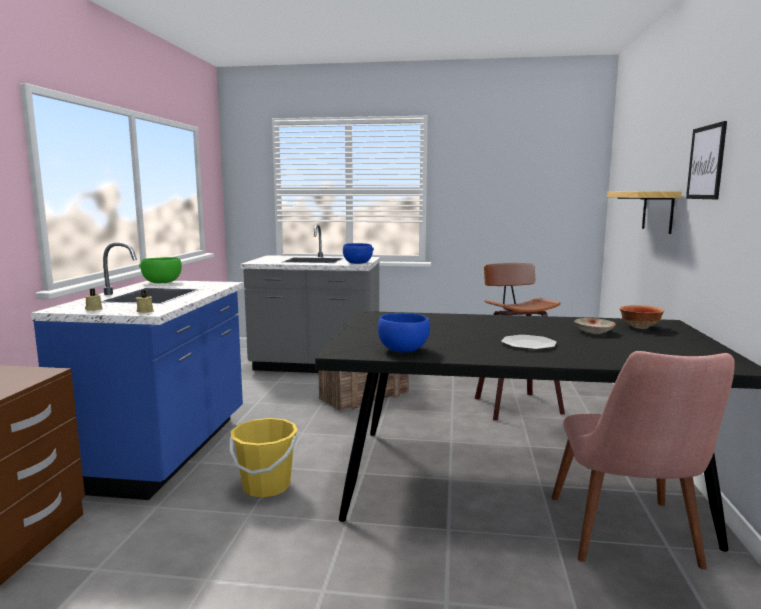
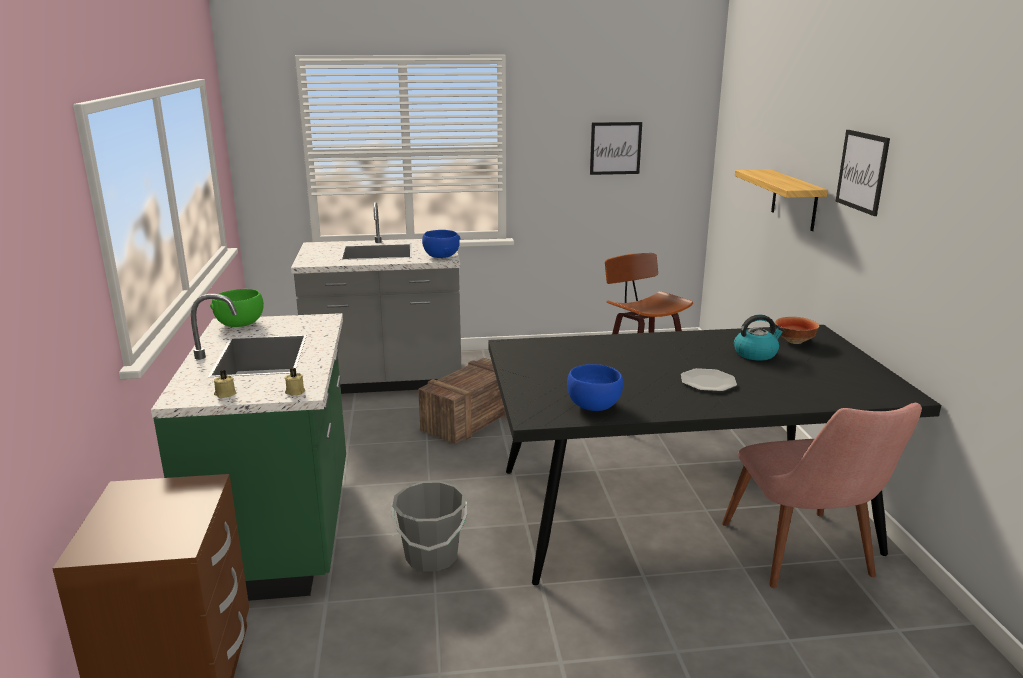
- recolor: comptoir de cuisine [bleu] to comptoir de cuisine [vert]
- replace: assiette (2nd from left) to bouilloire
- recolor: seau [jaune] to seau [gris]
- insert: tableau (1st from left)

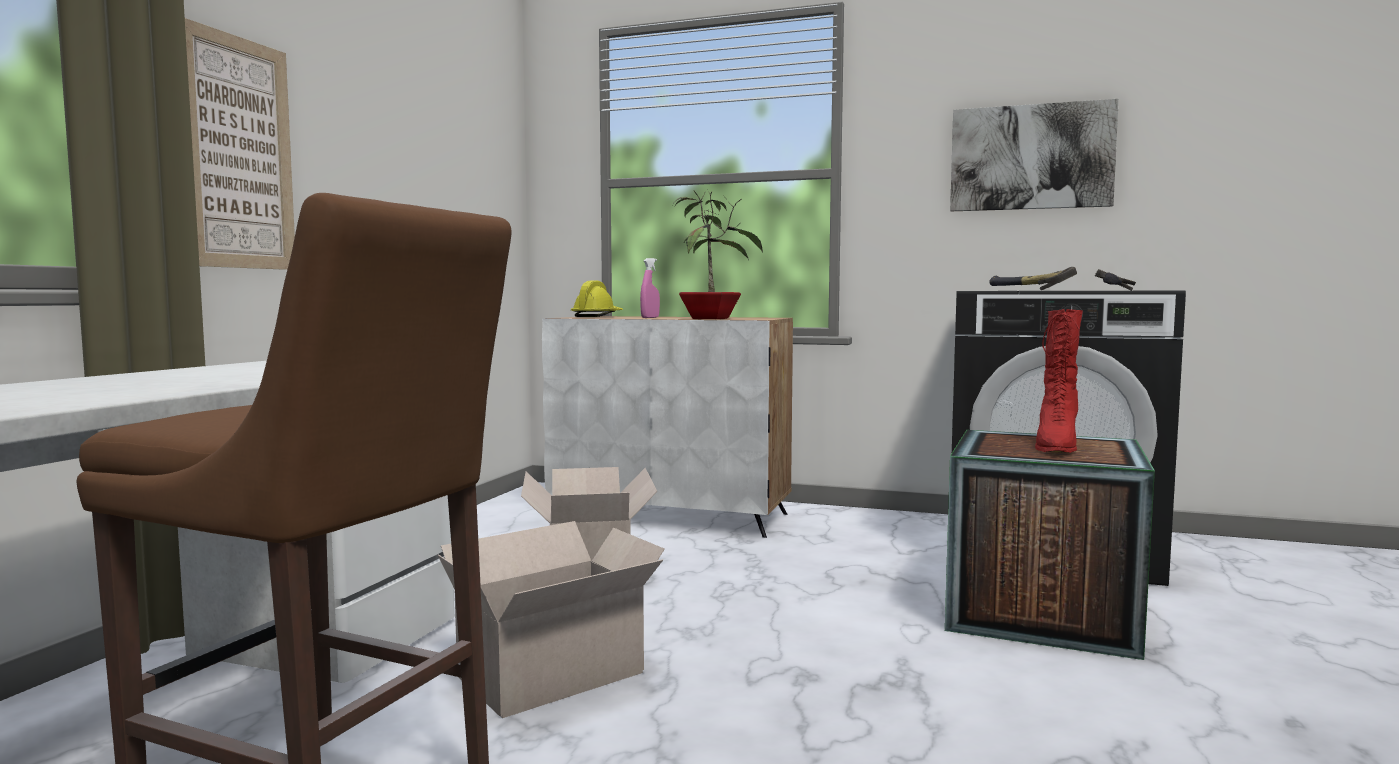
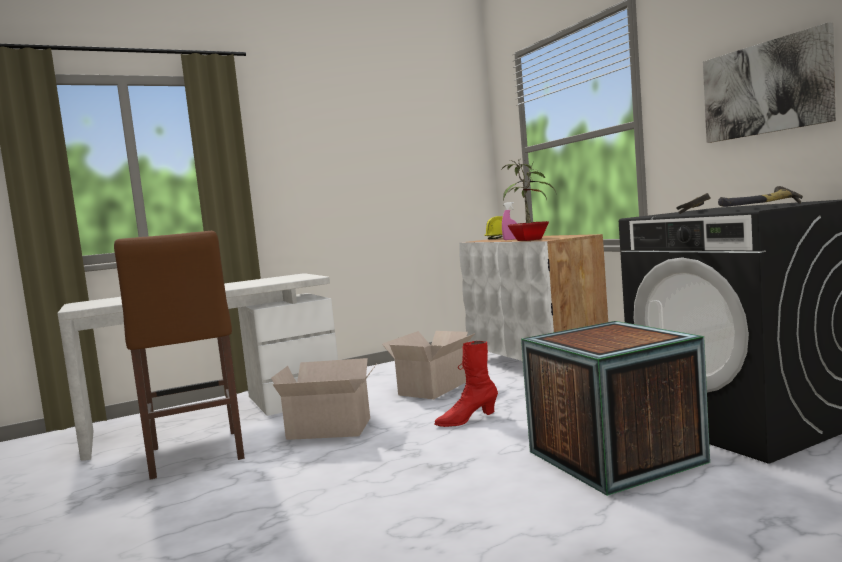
- delete: tableau (1st from left)
- move: botte [rouge]

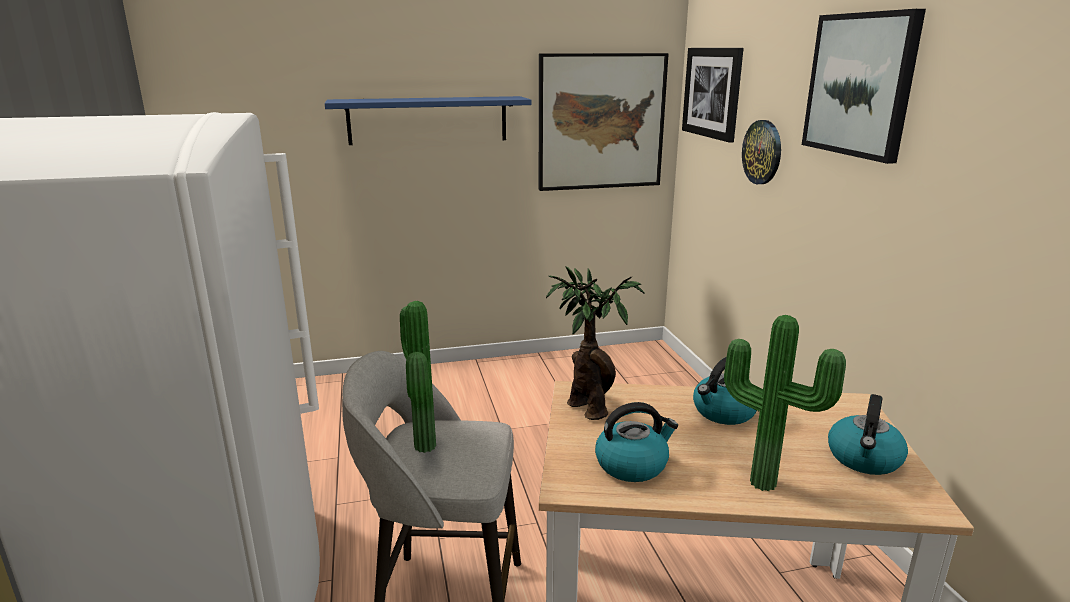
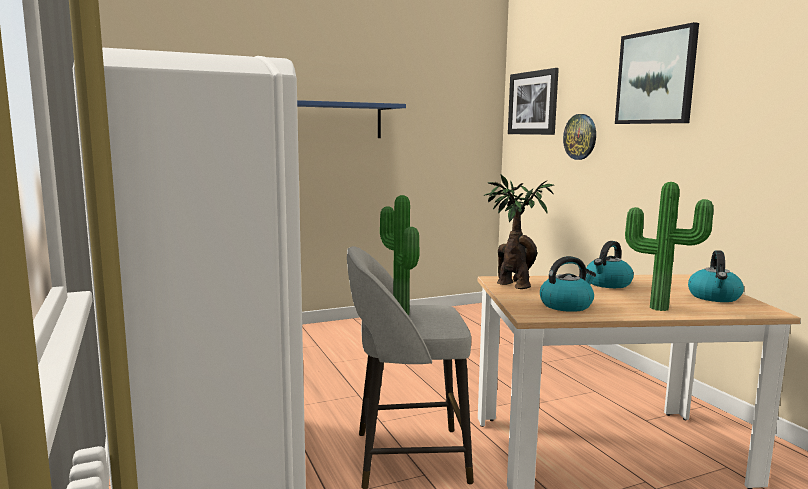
- delete: tableau (1st from left)

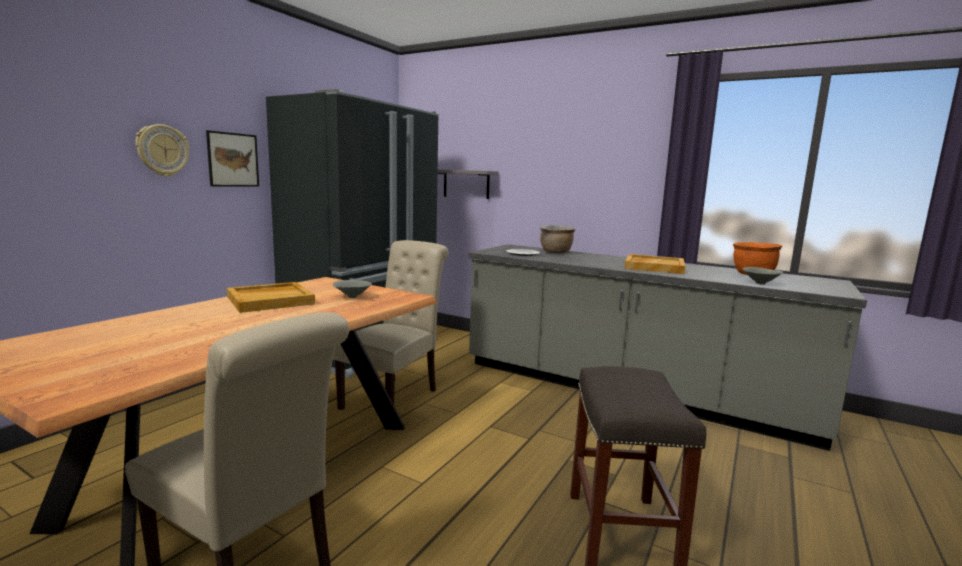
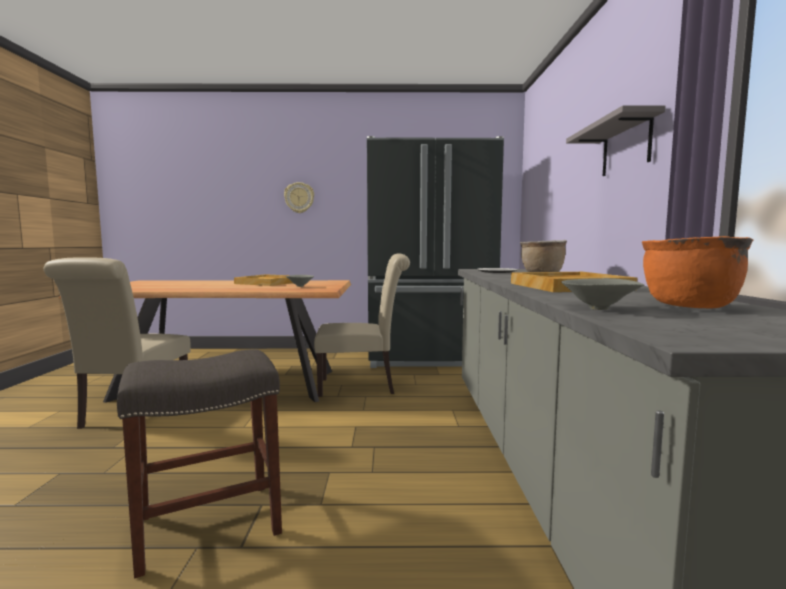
- delete: tableau
- move: étagère [gris]

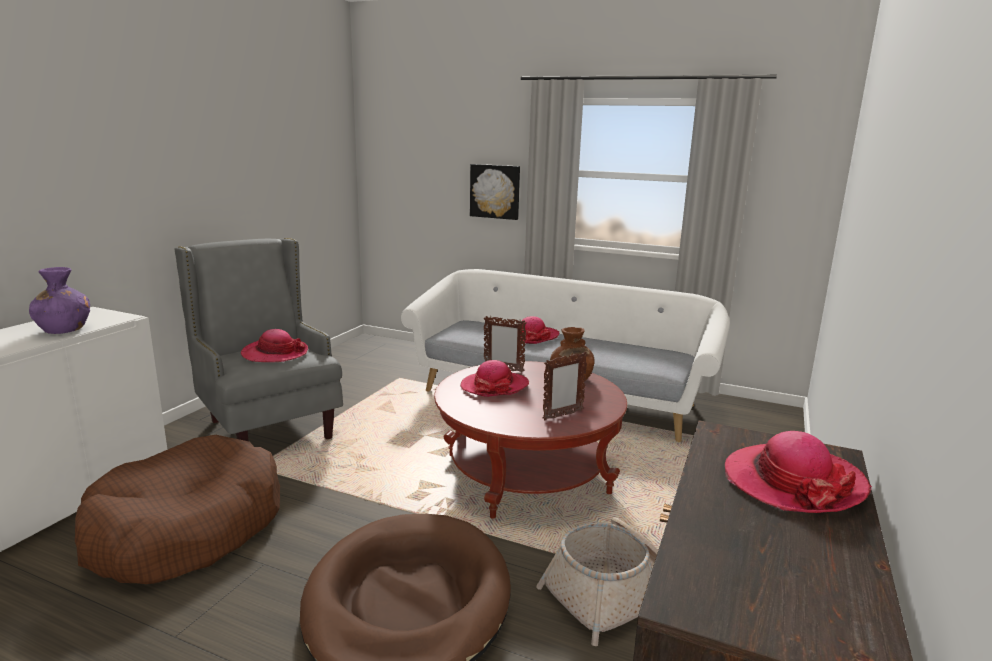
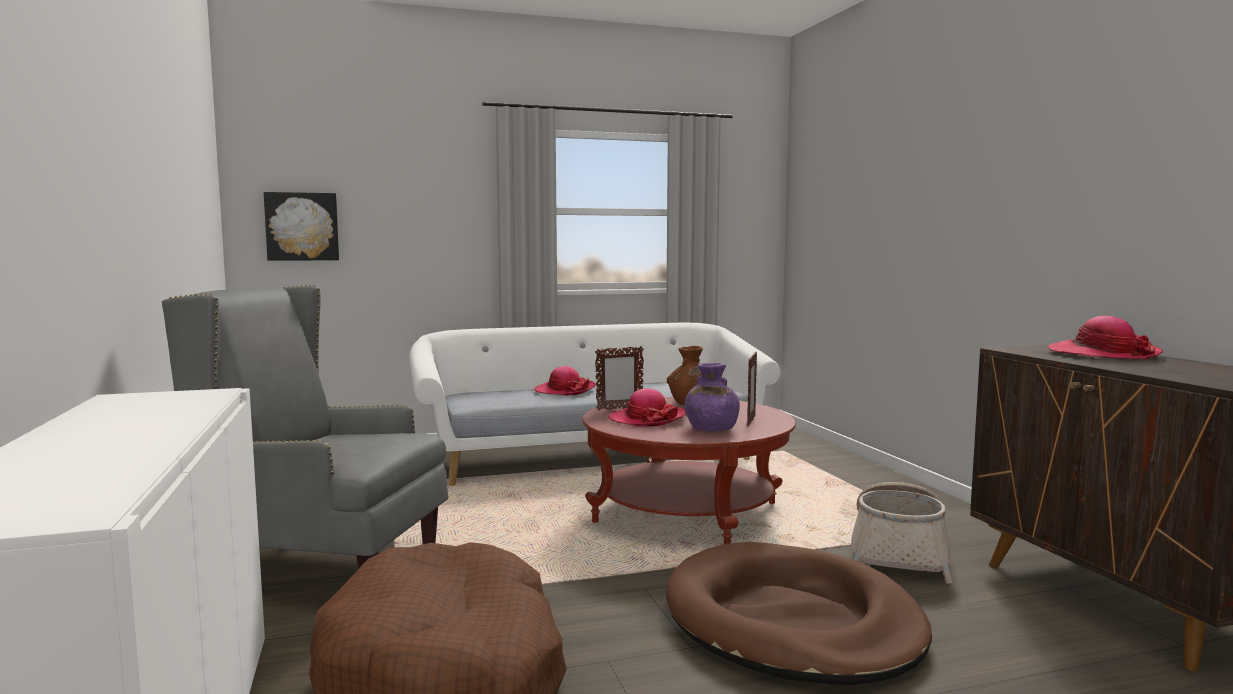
- move: tableau
- move: vase [violet]
- delete: chapeau (1st from left)

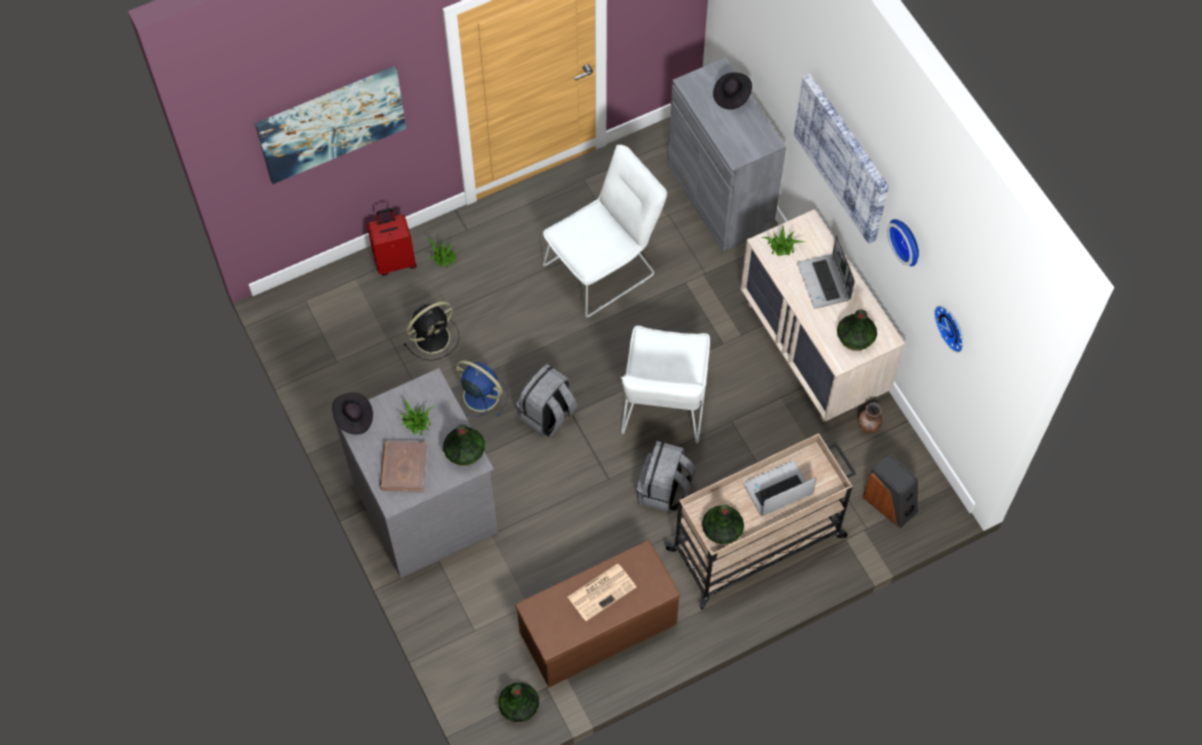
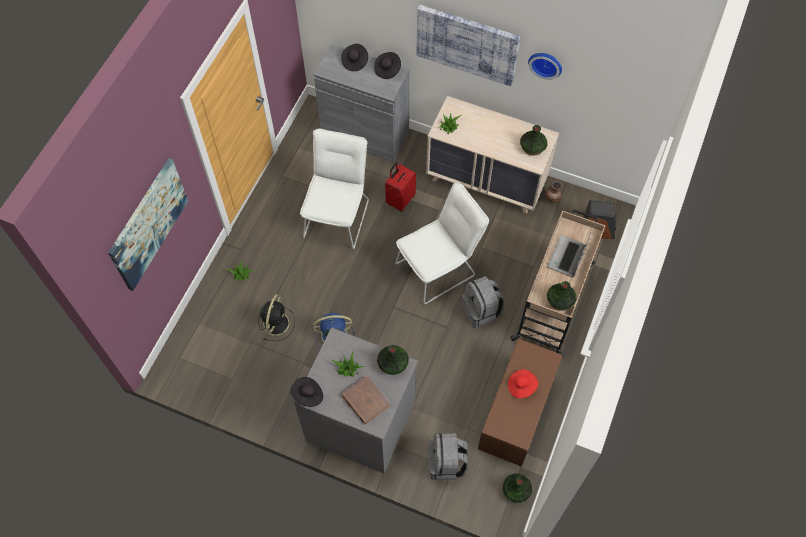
- move: valise [rouge]
- delete: ordinateur portable (2nd from left)
- delete: horloge murale (2nd from left)
- rotate: chaise [blanc] (2nd from left) 90 degrees counterclockwise
- move: sac à dos [gris] (1st from left)
- replace: journal to chapeau [rouge]
- insert: chapeau [noir] (3rd from left)

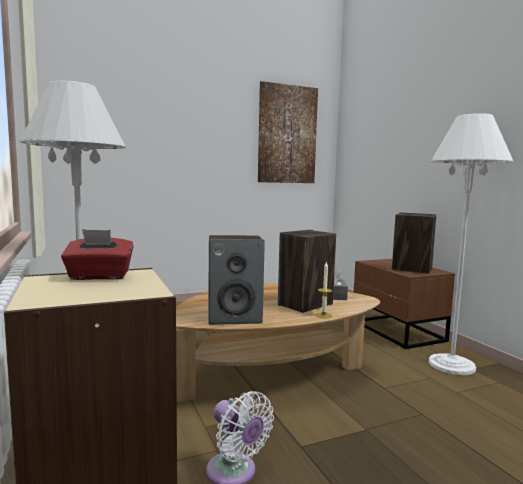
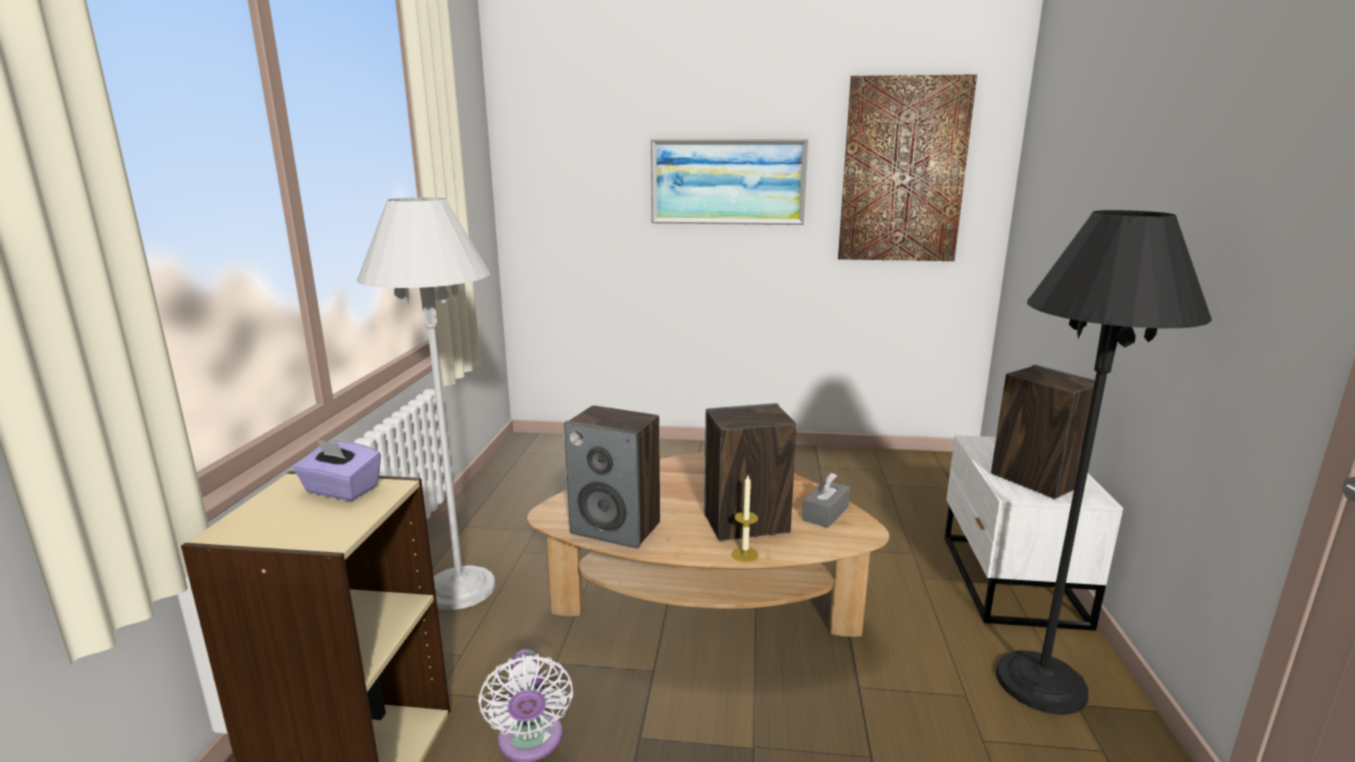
- recolor: lampadaire [blanc] (2nd from left) to lampadaire [noir]
- recolor: boîte à mouchoirs [rouge] to boîte à mouchoirs [violet]
- recolor: table de chevet [marron] to table de chevet [blanc]
- insert: tableau (1st from left)

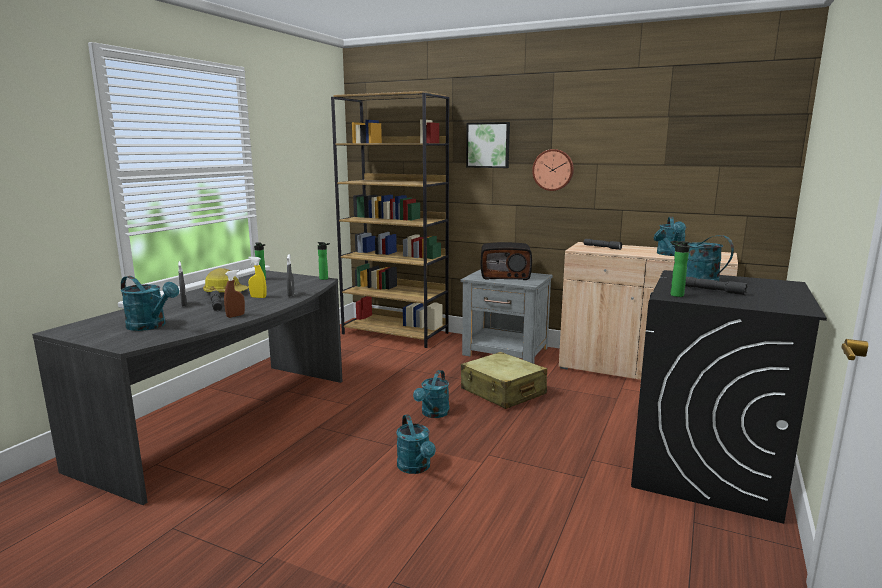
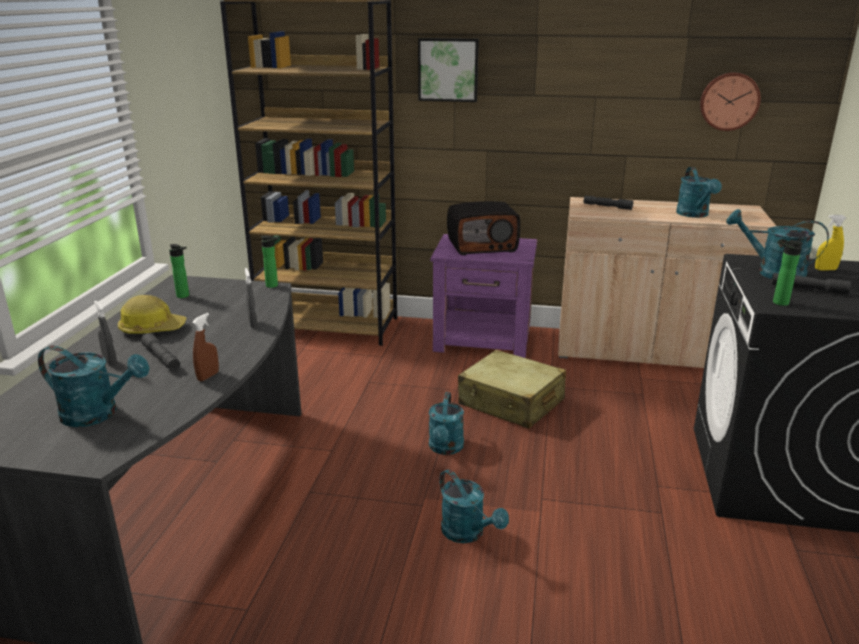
- move: horloge murale
- move: vaporisateur [jaune]
- recolor: table de chevet [gris] to table de chevet [violet]

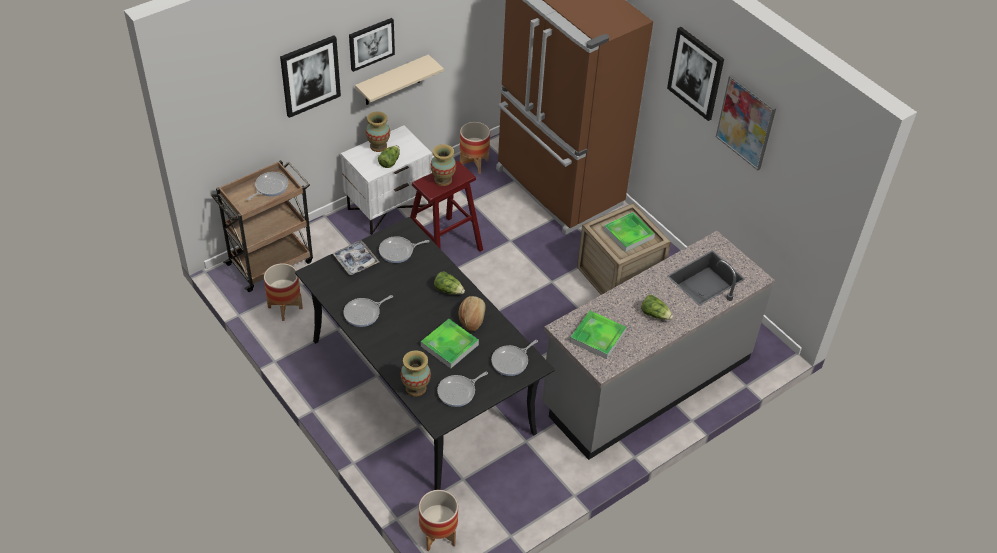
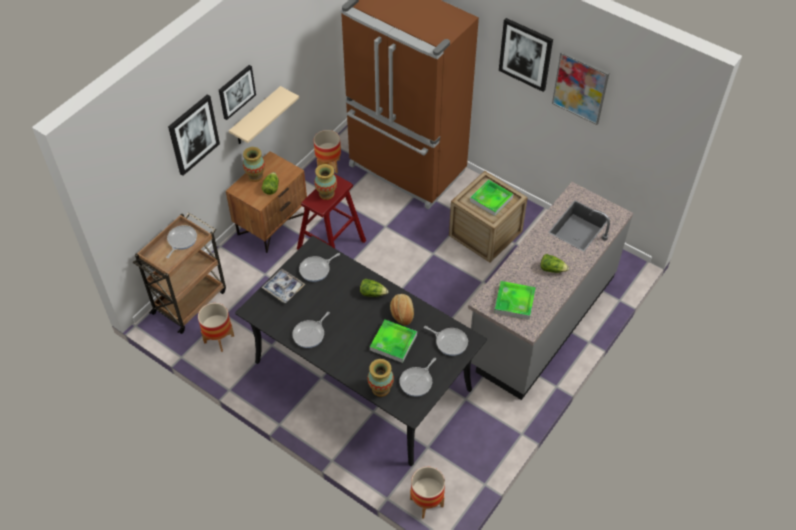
- recolor: table de chevet [blanc] to table de chevet [marron]
- rotate: poêle (5th from left) 90 degrees counterclockwise

